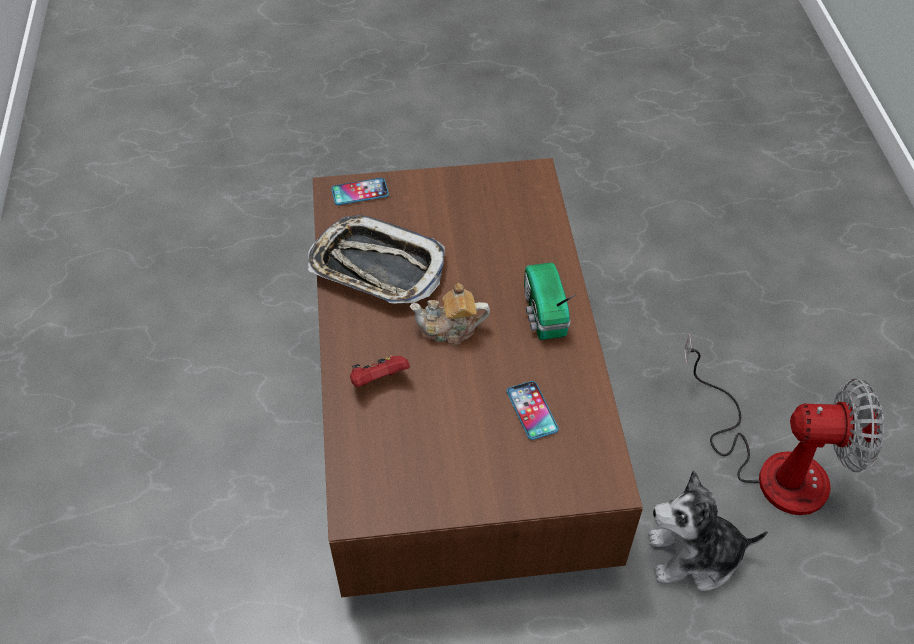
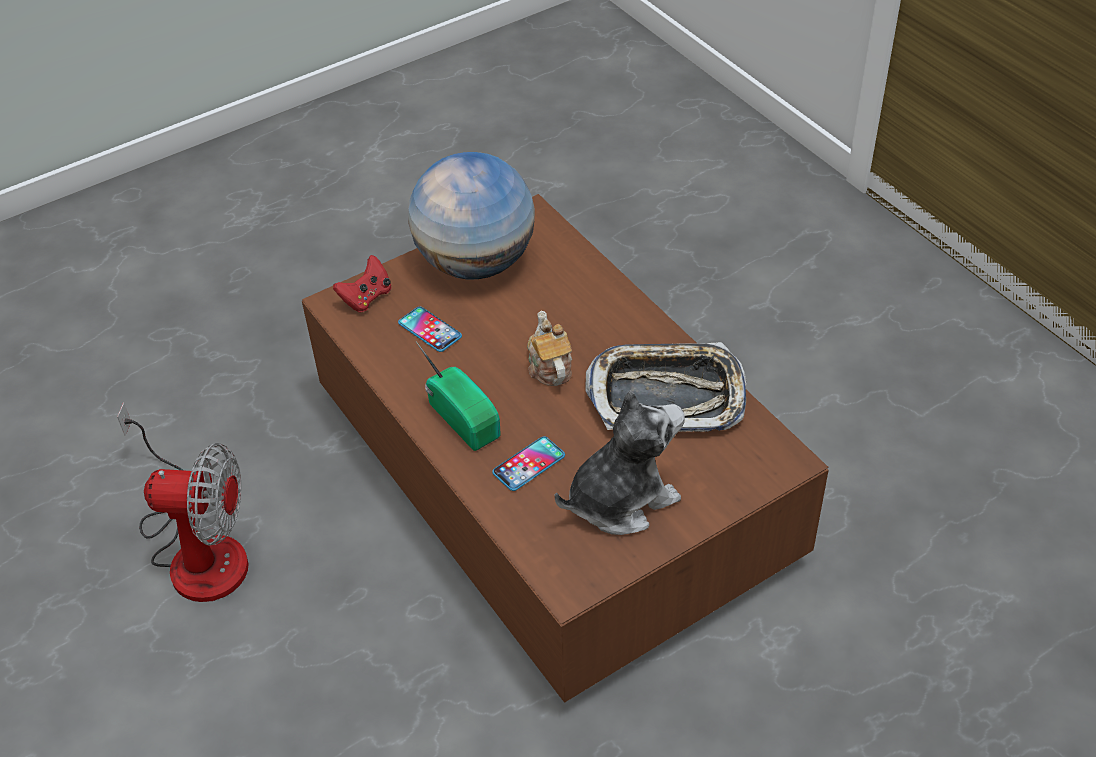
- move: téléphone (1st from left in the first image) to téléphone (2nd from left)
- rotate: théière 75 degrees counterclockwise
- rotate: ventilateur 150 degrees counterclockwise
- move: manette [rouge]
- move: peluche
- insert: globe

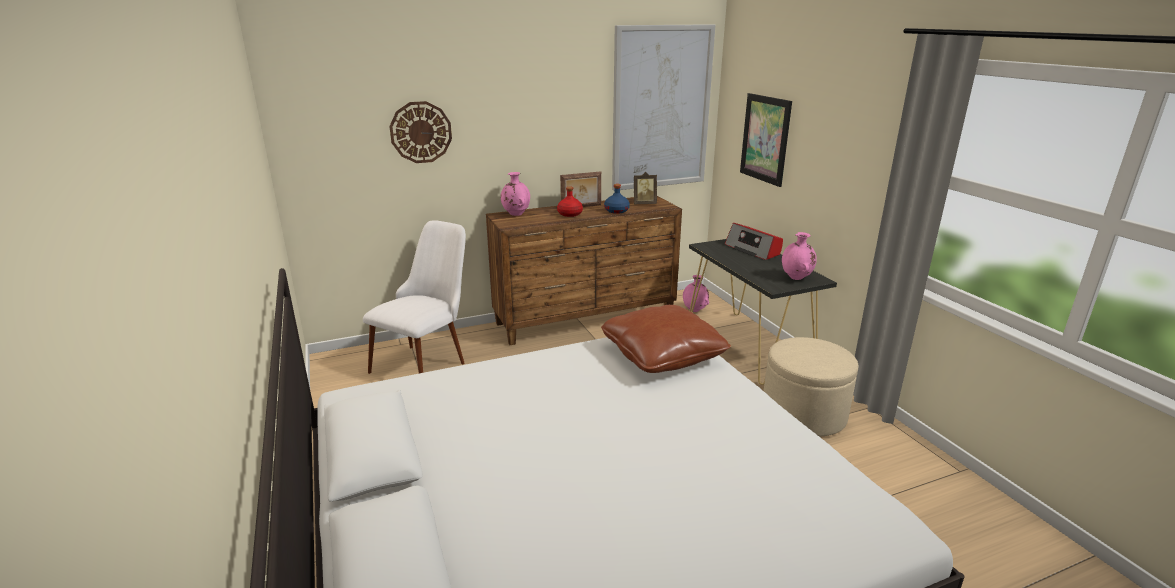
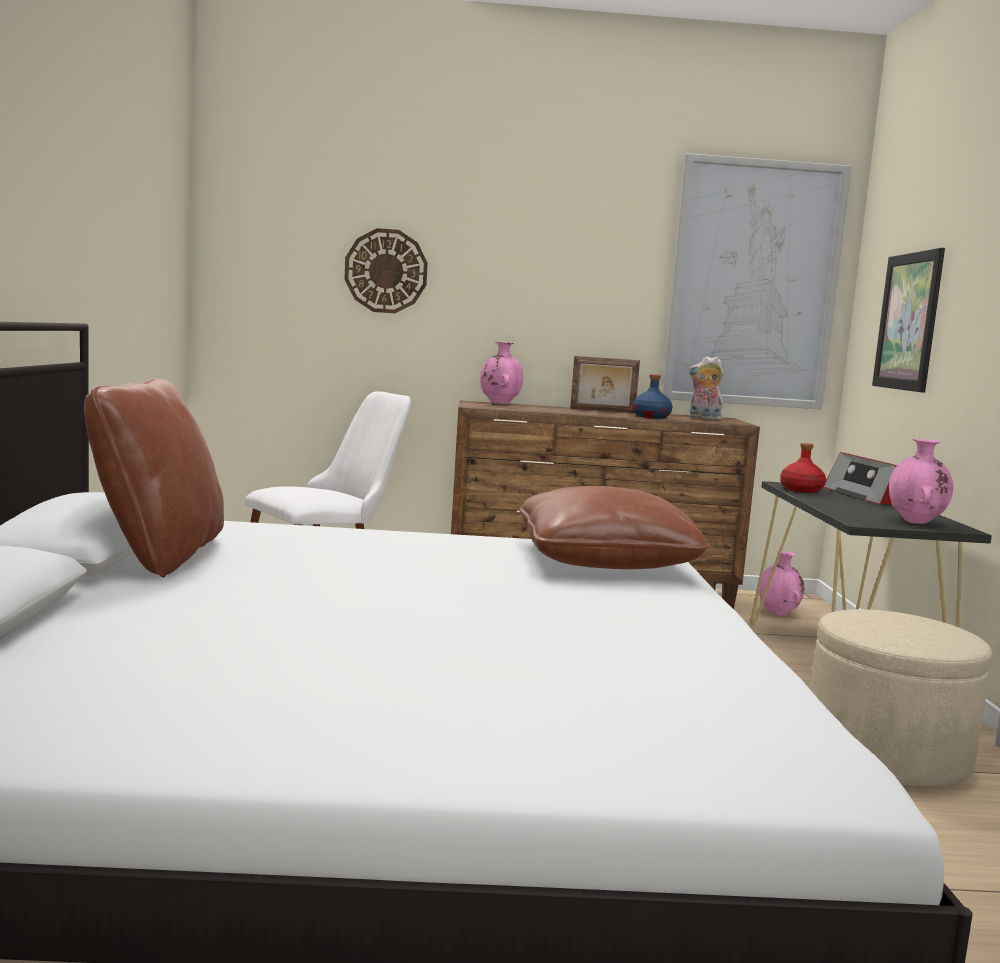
- replace: cadre photo (2nd from left) to peluche
- move: bouteille [rouge]
- insert: coussin [marron] (1st from left)

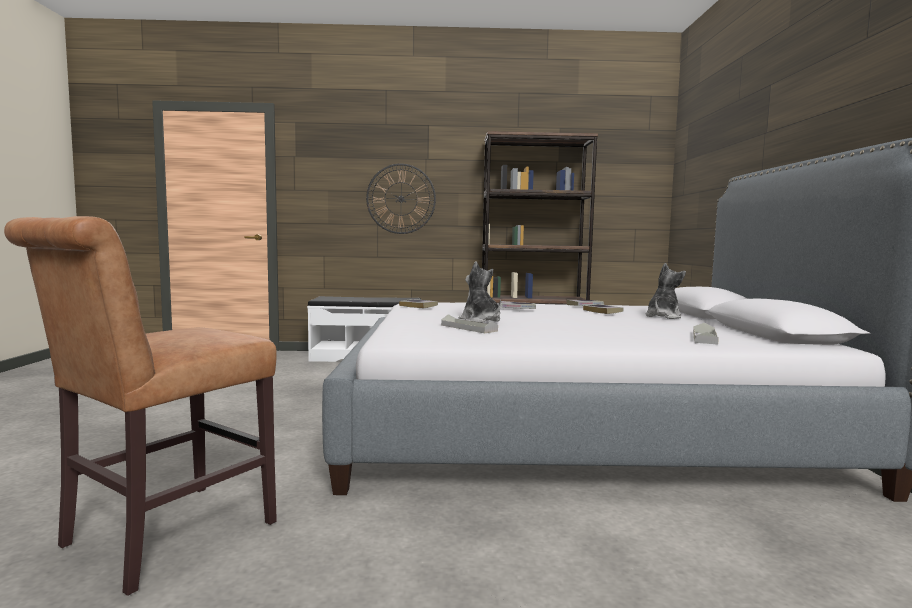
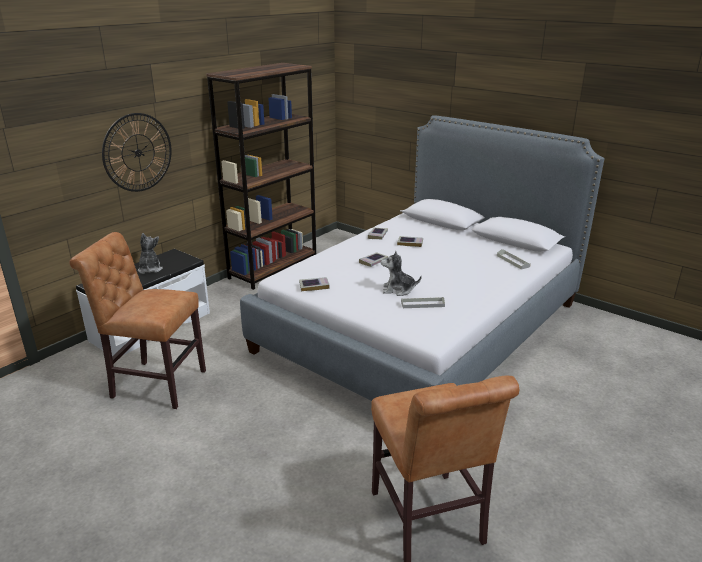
- move: peluche (2nd from left in the first image) to peluche (1st from left)
- insert: chaise [marron] (1st from left)

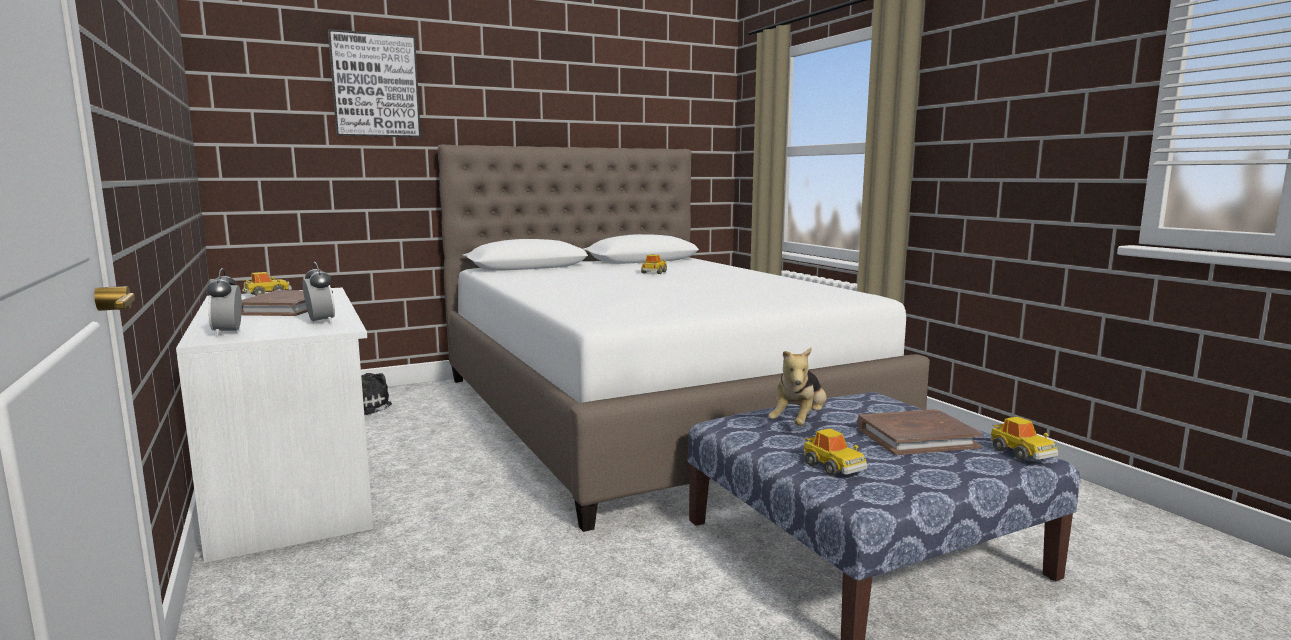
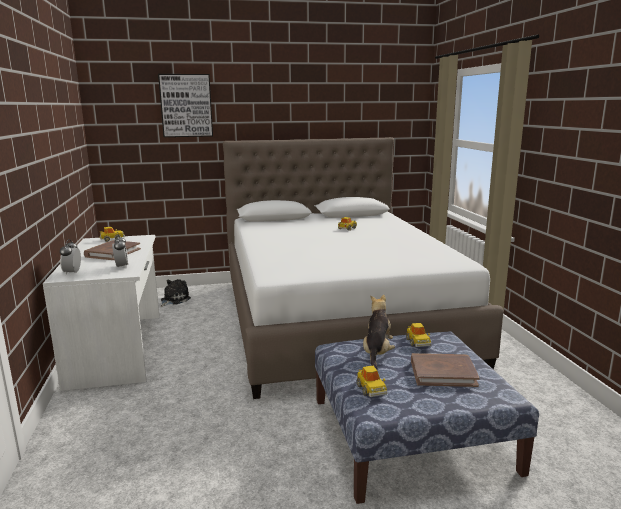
- rotate: peluche (2nd from left) 150 degrees clockwise
- move: petite voiture (4th from left)

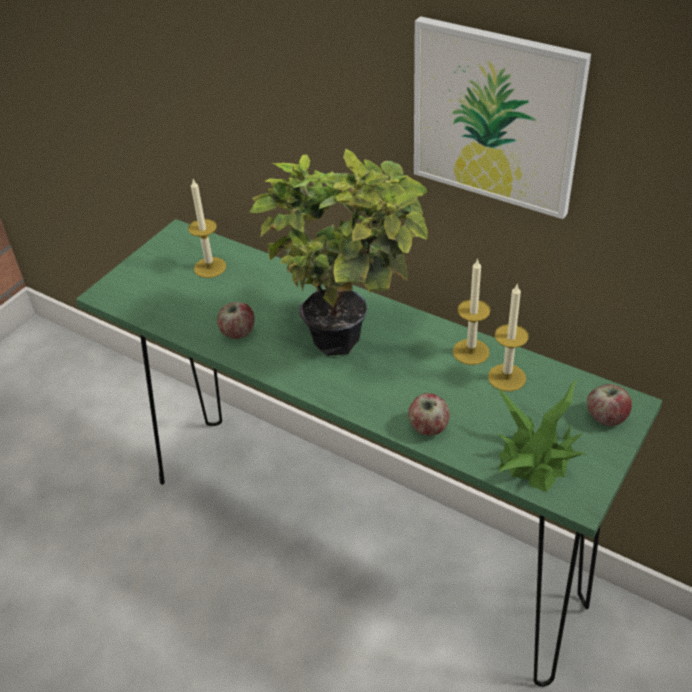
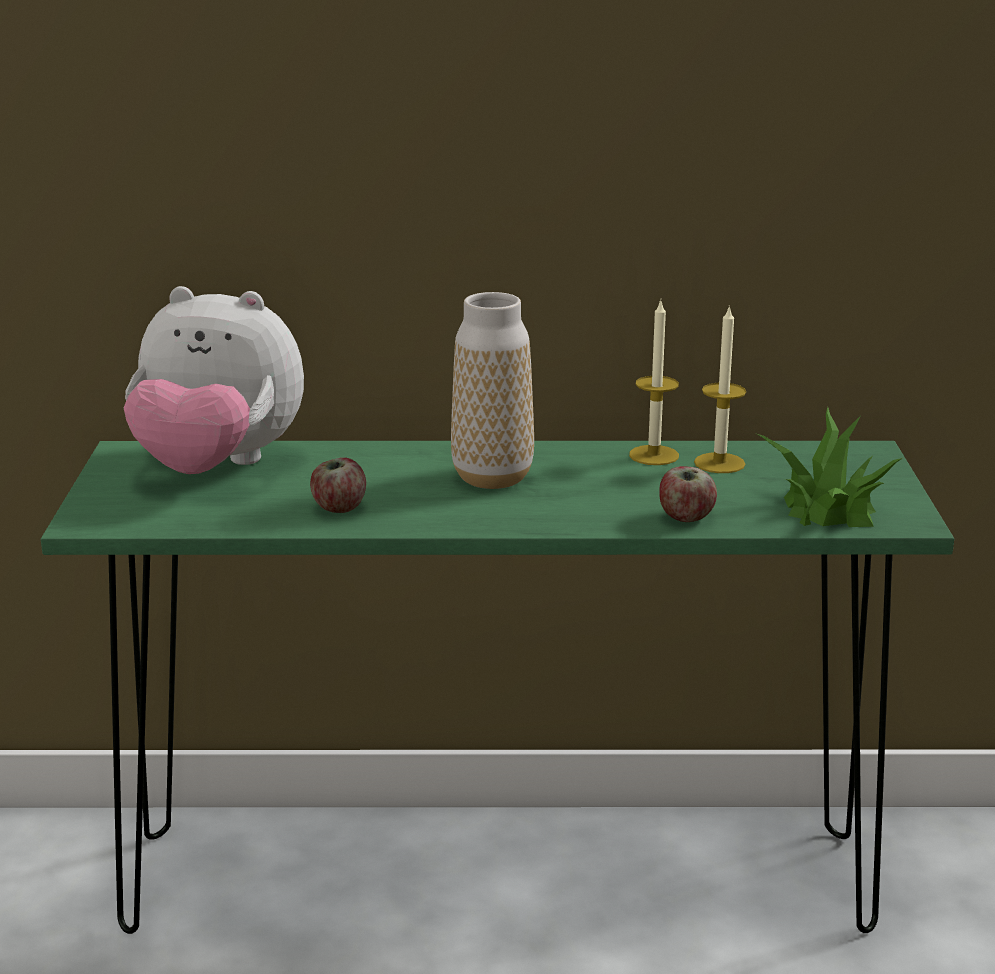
- delete: tableau
- replace: plante en pot (1st from left) to vase
- replace: bougie (1st from left) to peluche
- delete: pomme (3rd from left)

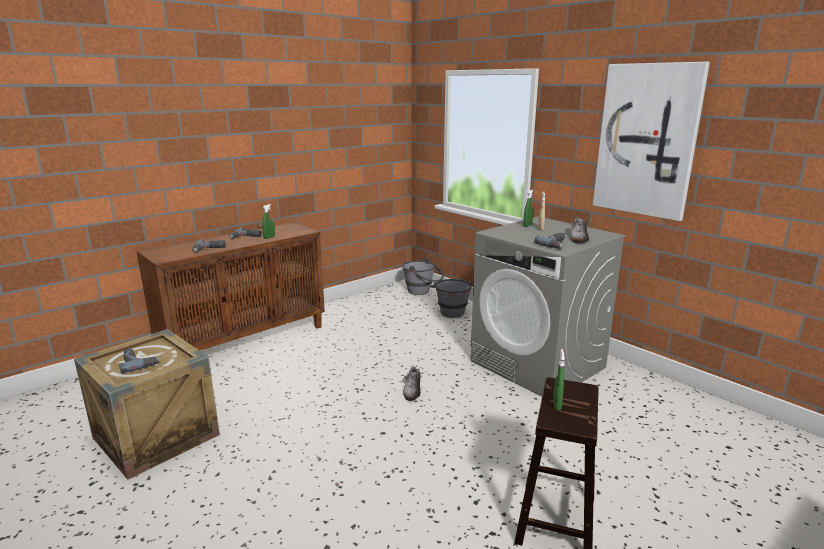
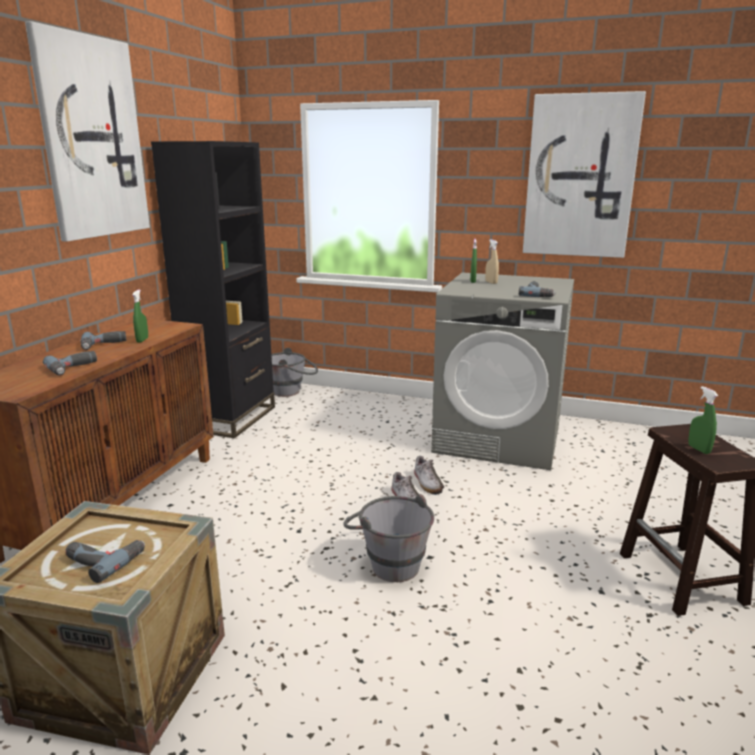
- move: chaussure (2nd from left)
- move: seau [gris] (2nd from left)
- insert: tableau (1st from left)
- insert: bibliothèque [noir]

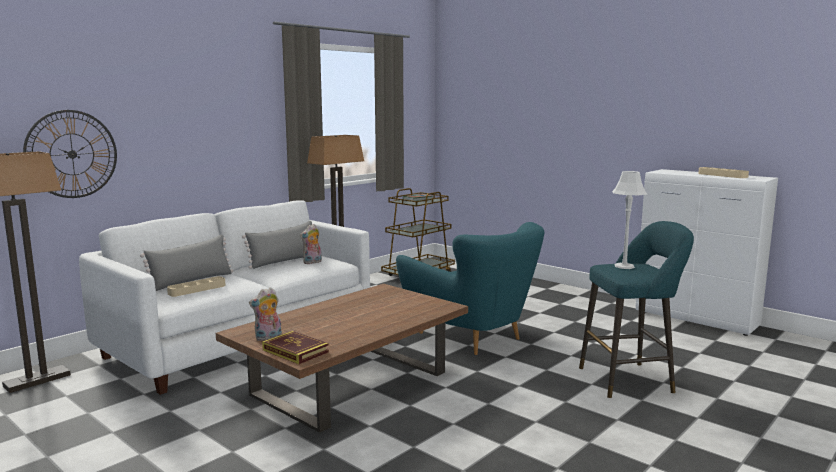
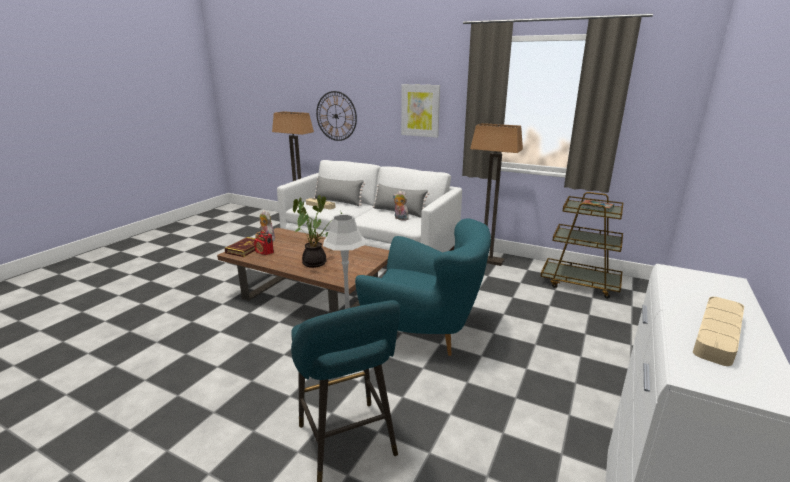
- rotate: fauteuil [turquoise] 105 degrees counterclockwise
- insert: tableau
- insert: plante en pot
- insert: radio

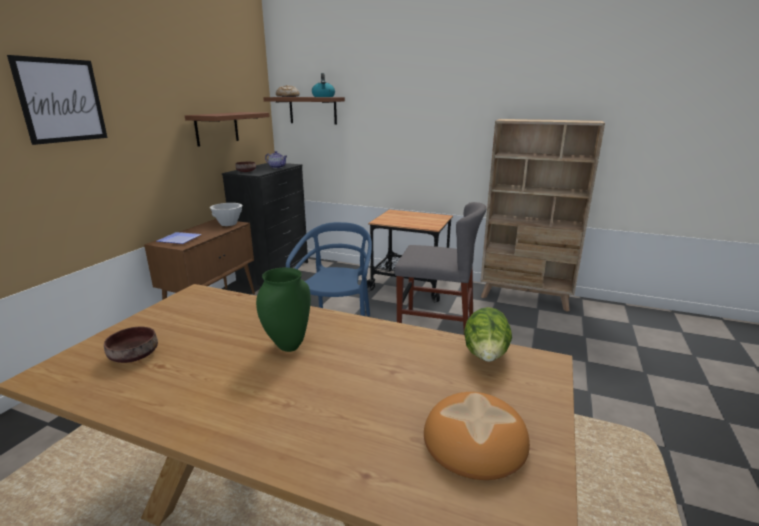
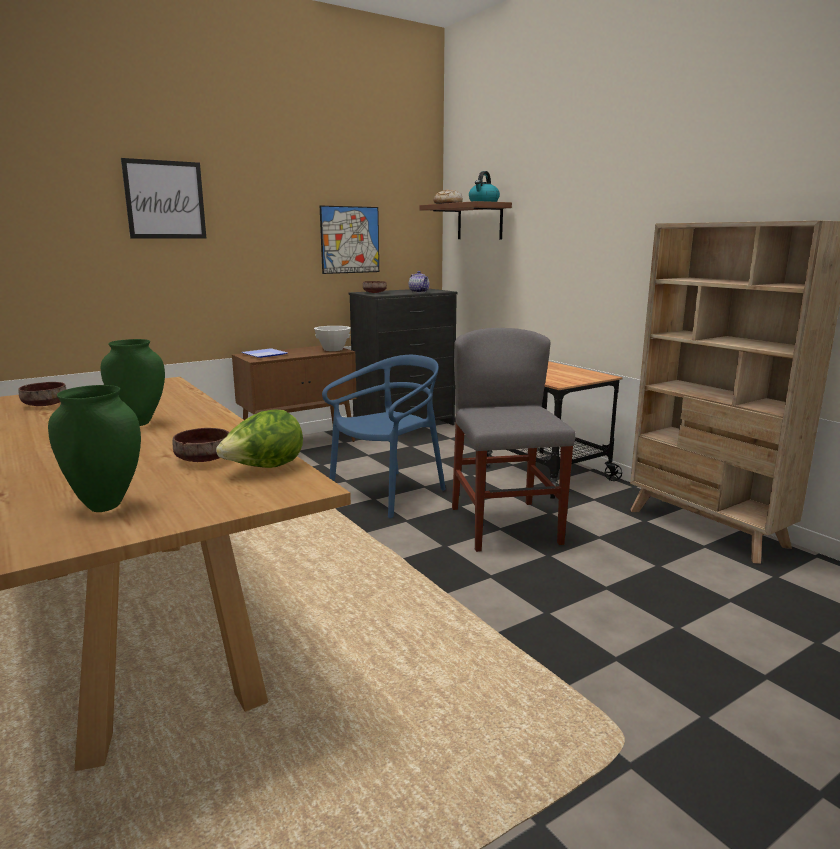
- replace: étagère [marron] (1st from left) to tableau (2nd from left)
- rotate: chaise [gris] 150 degrees counterclockwise
- replace: pain (2nd from left) to vase [vert] (1st from left)
- insert: bol [marron] (2nd from left)

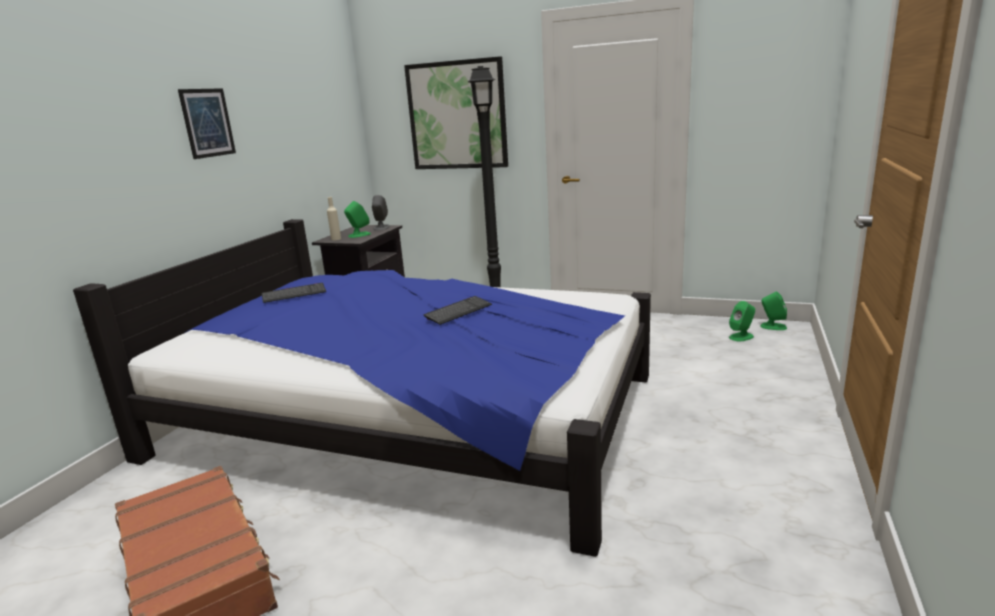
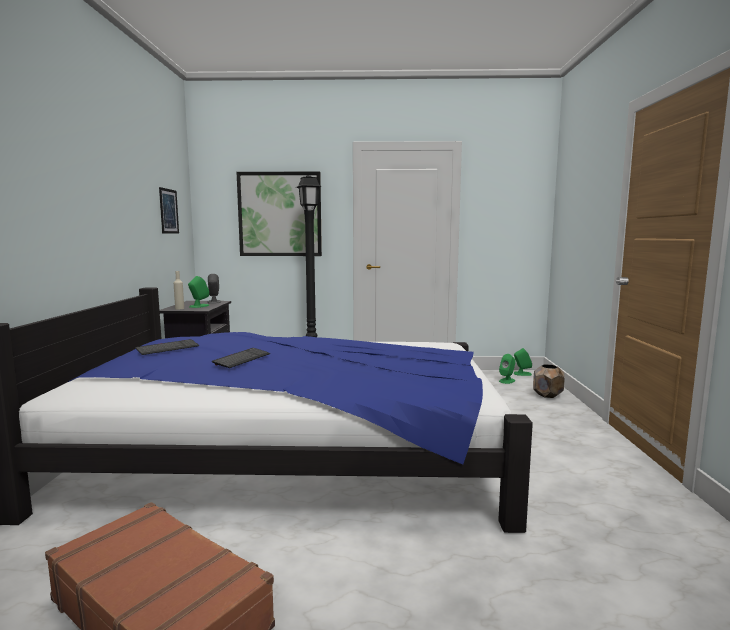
- move: tableau (1st from left)
- move: clavier (2nd from left)
- insert: cache-pot [marron]

